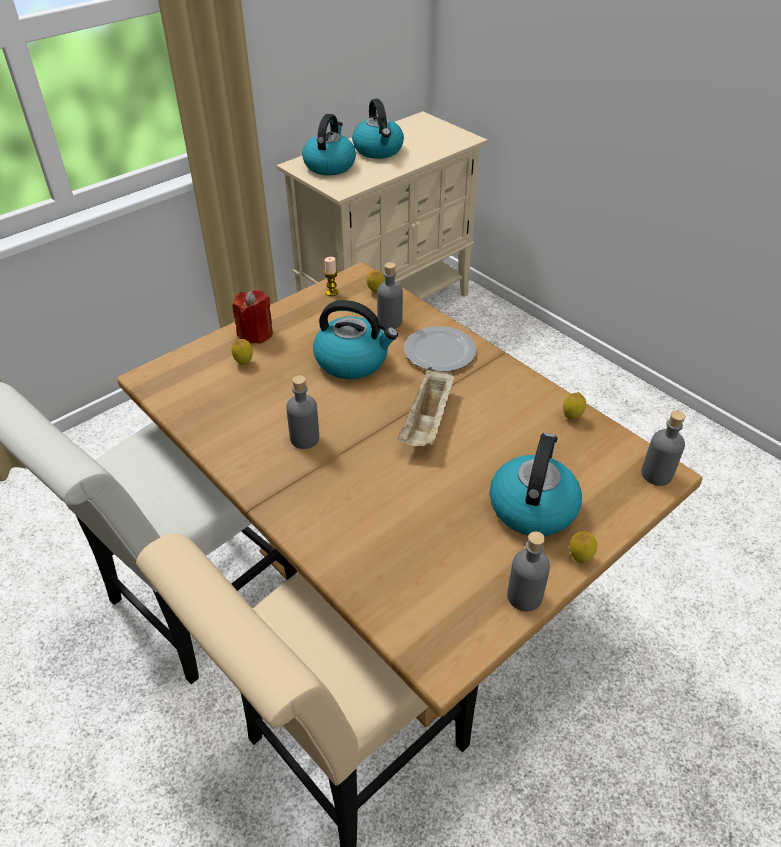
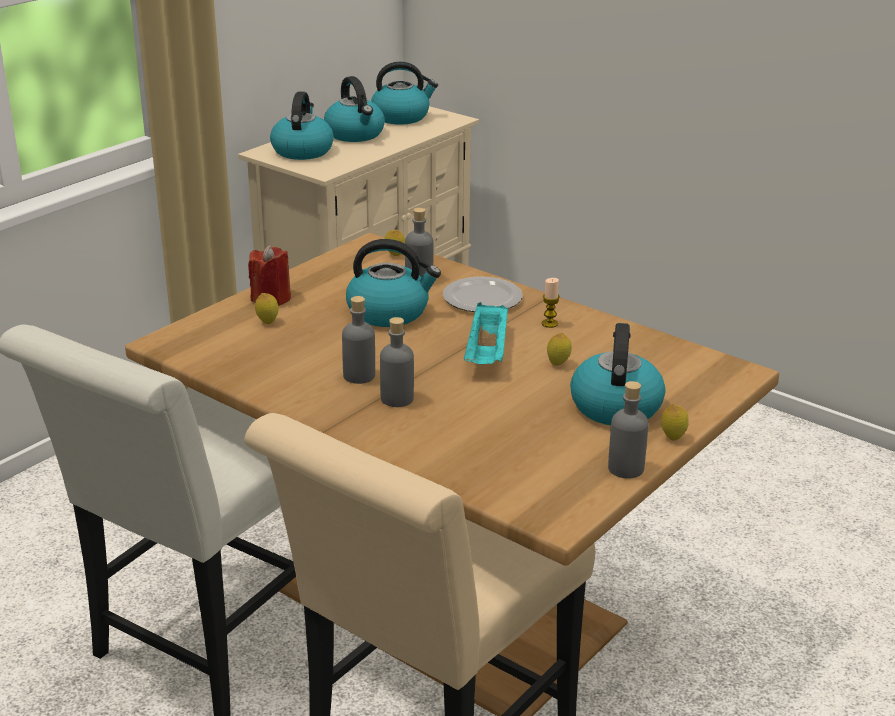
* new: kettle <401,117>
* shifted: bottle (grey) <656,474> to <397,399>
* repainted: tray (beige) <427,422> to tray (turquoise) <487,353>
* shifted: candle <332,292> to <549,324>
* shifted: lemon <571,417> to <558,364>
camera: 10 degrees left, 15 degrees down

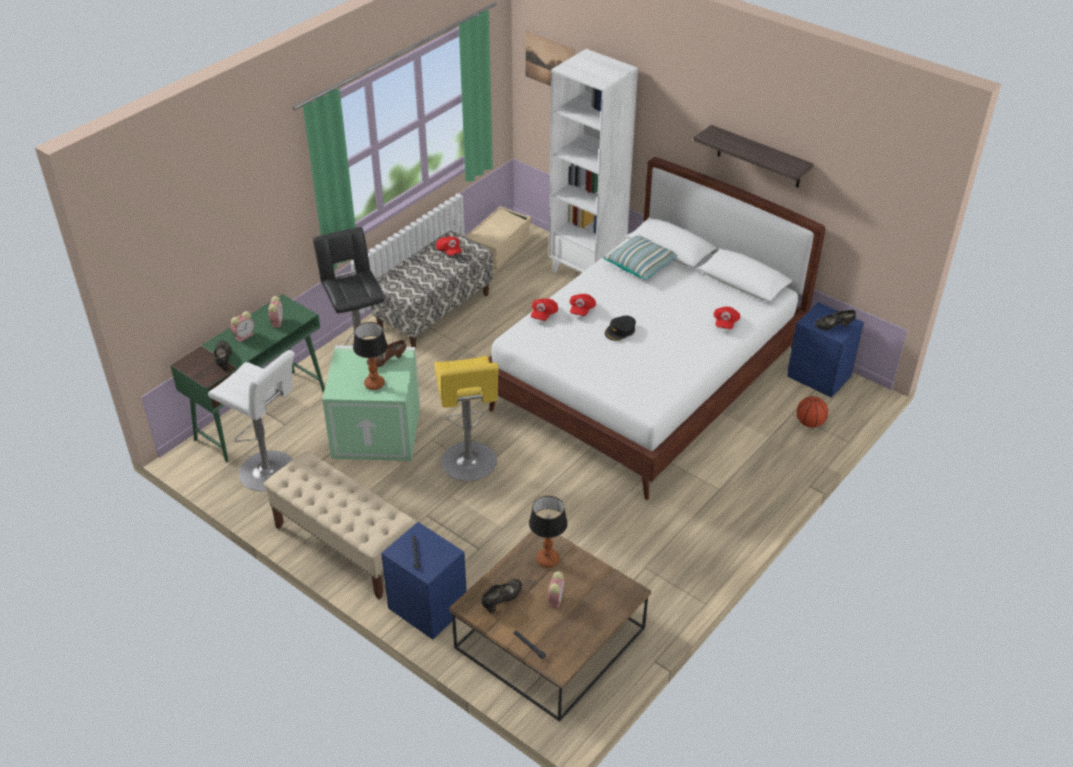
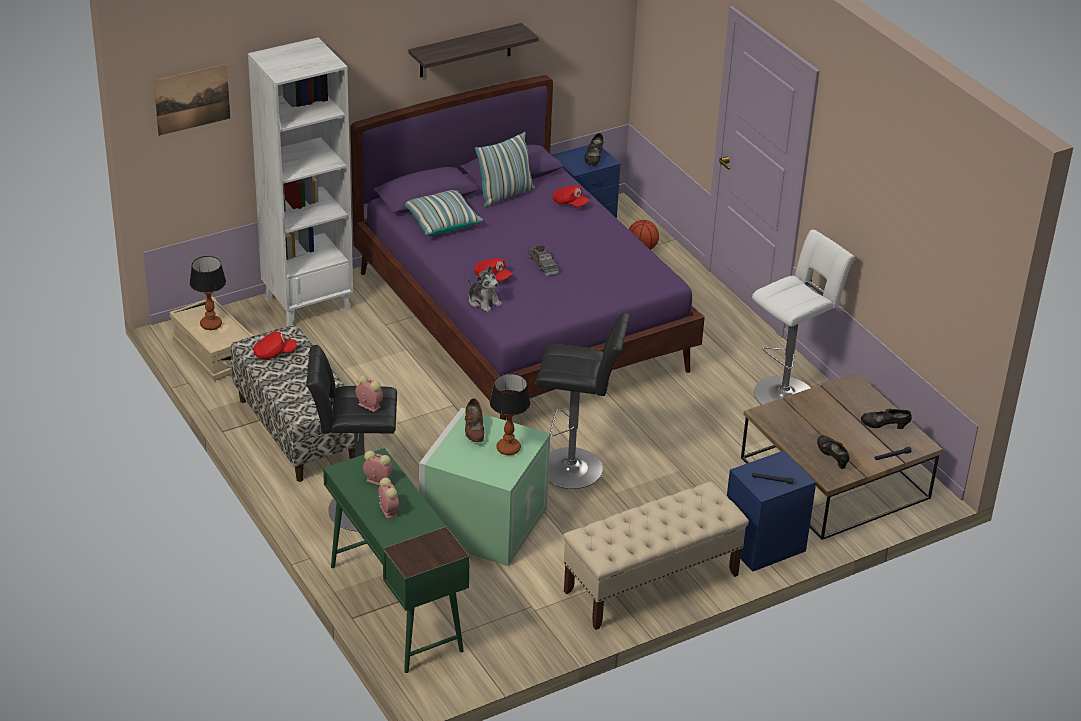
* shifted: table lamp <548,560> to <211,324>
* repainted: bed (white) <647,381> to bed (purple) <521,321>
* shifted: alarm clock <555,598> to <368,405>
* swapped: cap (red) <543,314> to plush toy <483,302>
* new: pillow <505,195>
* swapped: cap (black) <620,331> to toy car (grey) <543,264>
* repainted: stool (yellow) <469,464> to stool (black) <576,468>
* shifted: stool (white) <270,472> to <787,393>
* shifted: shoe (black) <224,360> to <884,426>
camera: 70 degrees left, 5 degrees down

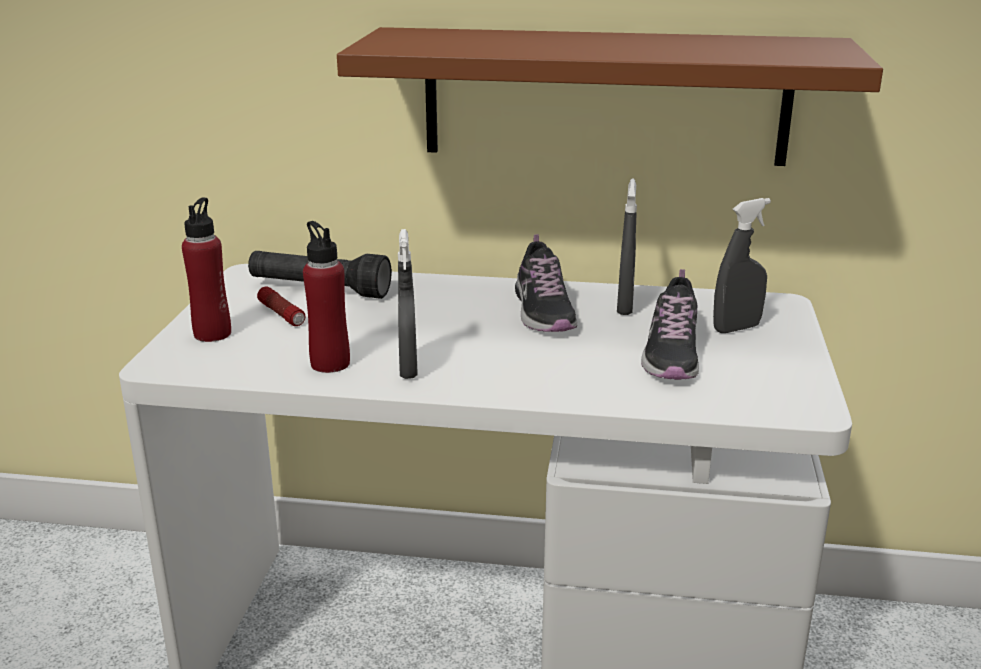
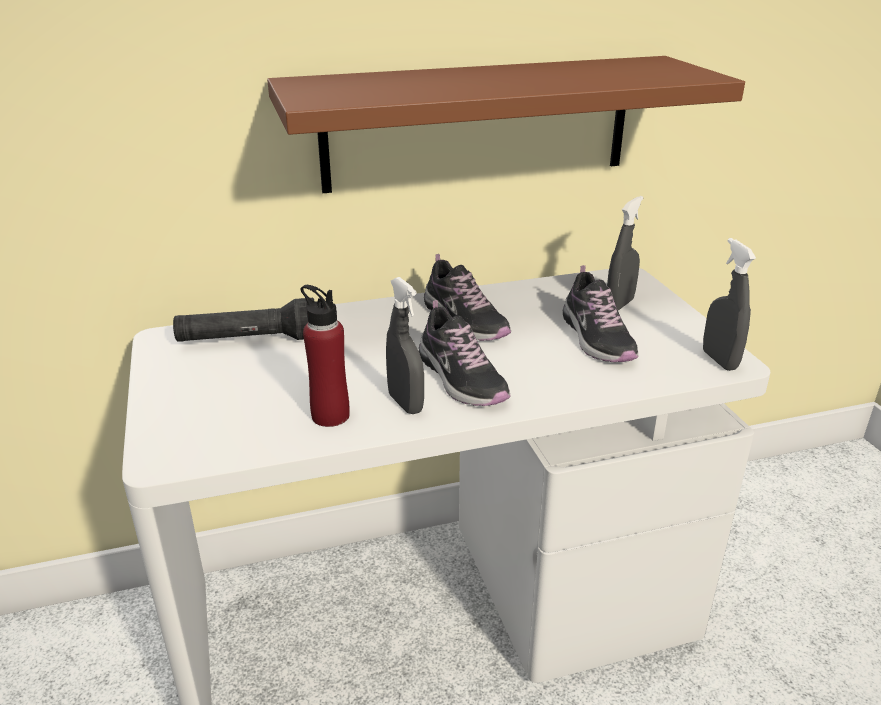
* new: shoe <461,378>
* shifted: spray bottle (grey) <624,307> to <719,360>
* gone: bottle (red) <212,333>
* gone: flashlight <282,315>
camera: 25 degrees left, 5 degrees up

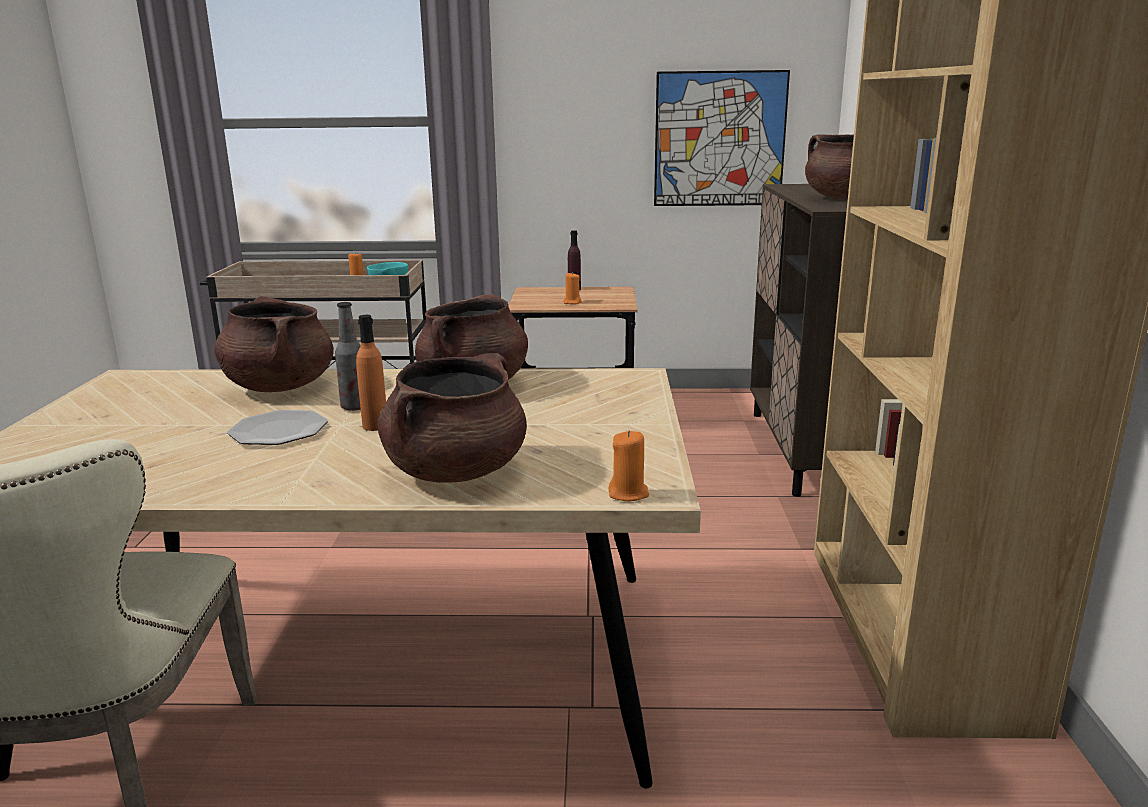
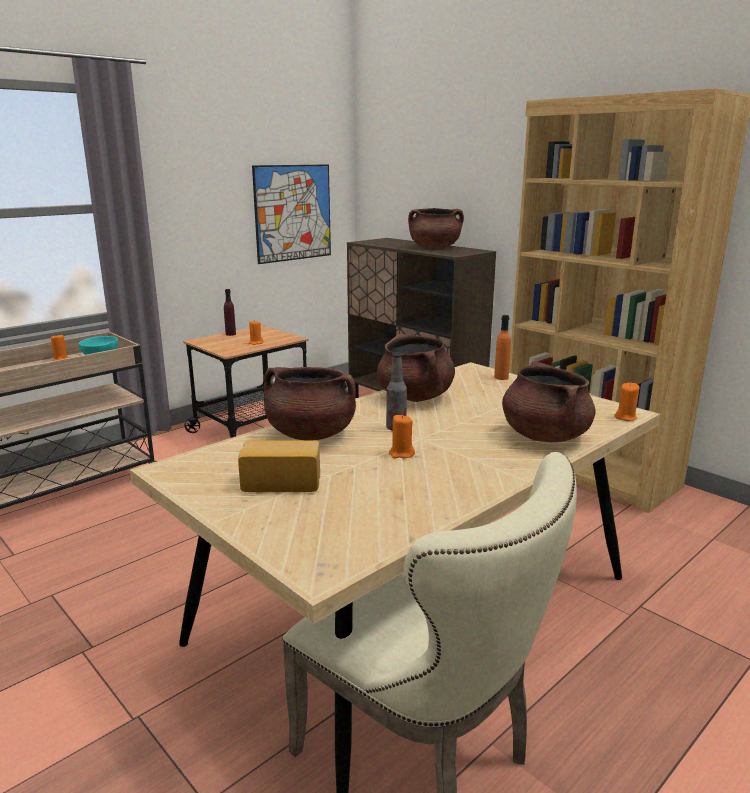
* new: bread <282,482>
* swapped: plate <279,430> to candle (orange) <401,454>
* shifted: bottle (orange) <375,426> to <501,377>
camera: 45 degrees left, 0 degrees up

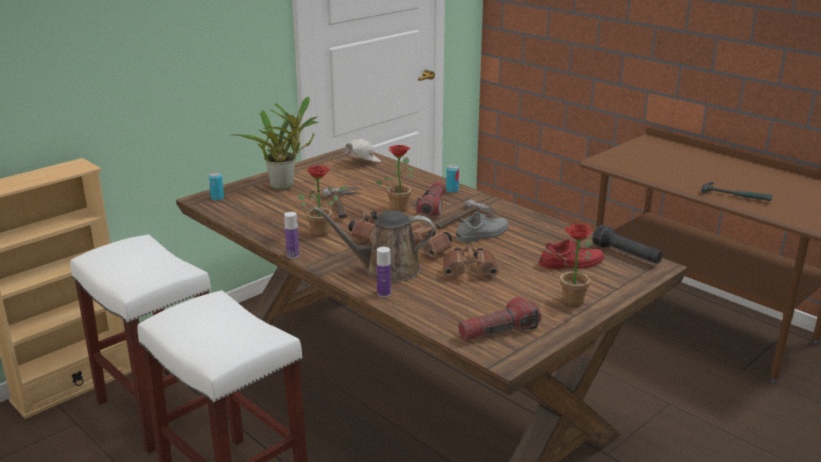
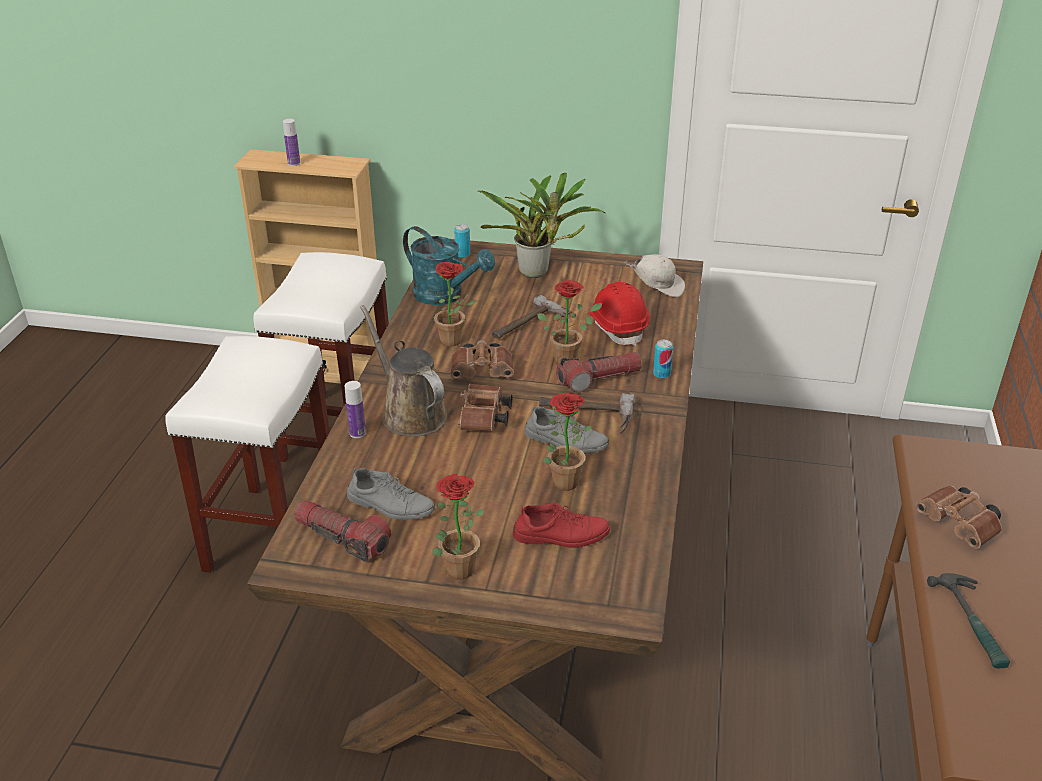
* shifted: bottle <293,255> to <294,163>
* new: shoe (grey) <390,505>
* new: watering can (turquoise) <445,296>
* rotated: shoe (red) <571,263> = <561,535> 45 degrees counterclockwise
* new: potted plant <562,479>
* new: hard hat (red) <617,327>
* shifted: binoculars (brown) <471,272> to <959,527>
* gone: flashlight (black) <626,255>
camera: 55 degrees right, 10 degrees up

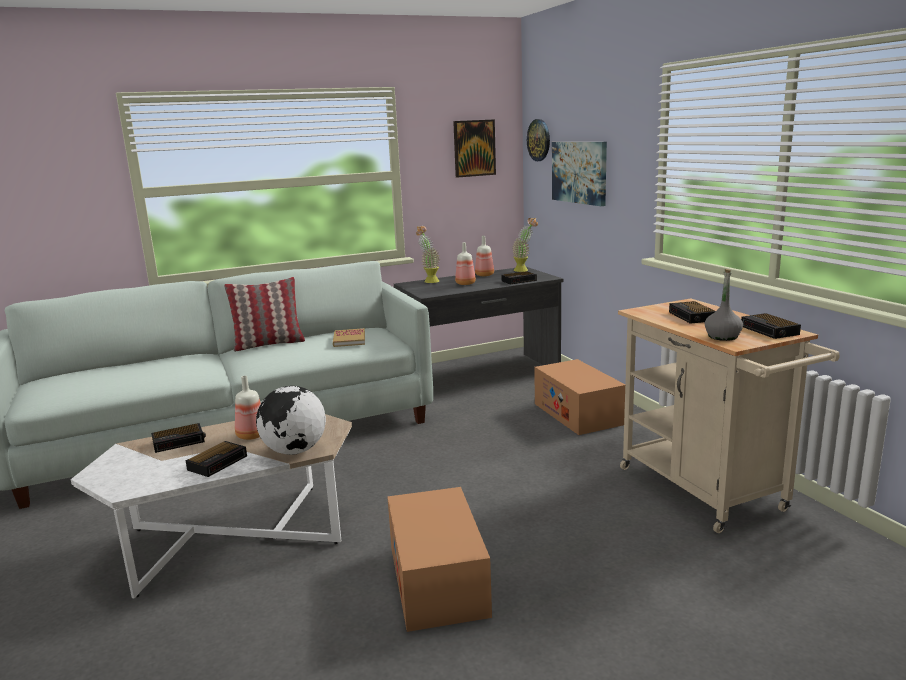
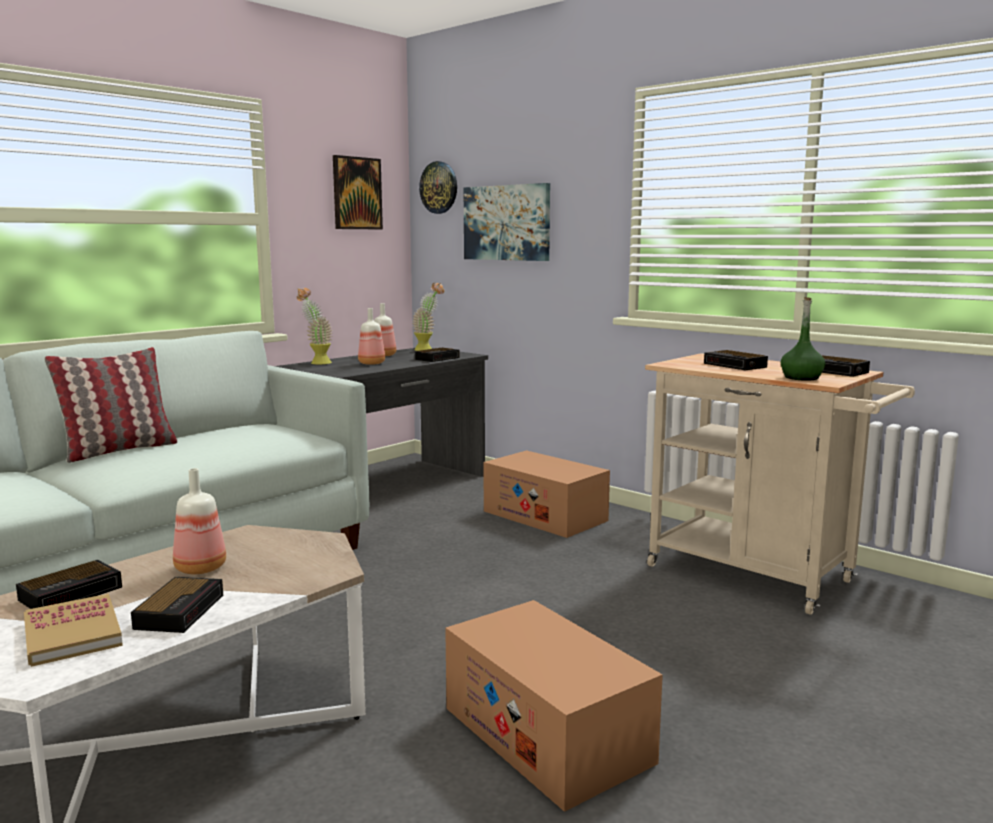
* shifted: book <349,339> to <72,633>
* repainted: bottle (grey) <722,337> to bottle (green) <801,378>
* gone: globe <294,451>
camera: 25 degrees left, 5 degrees down

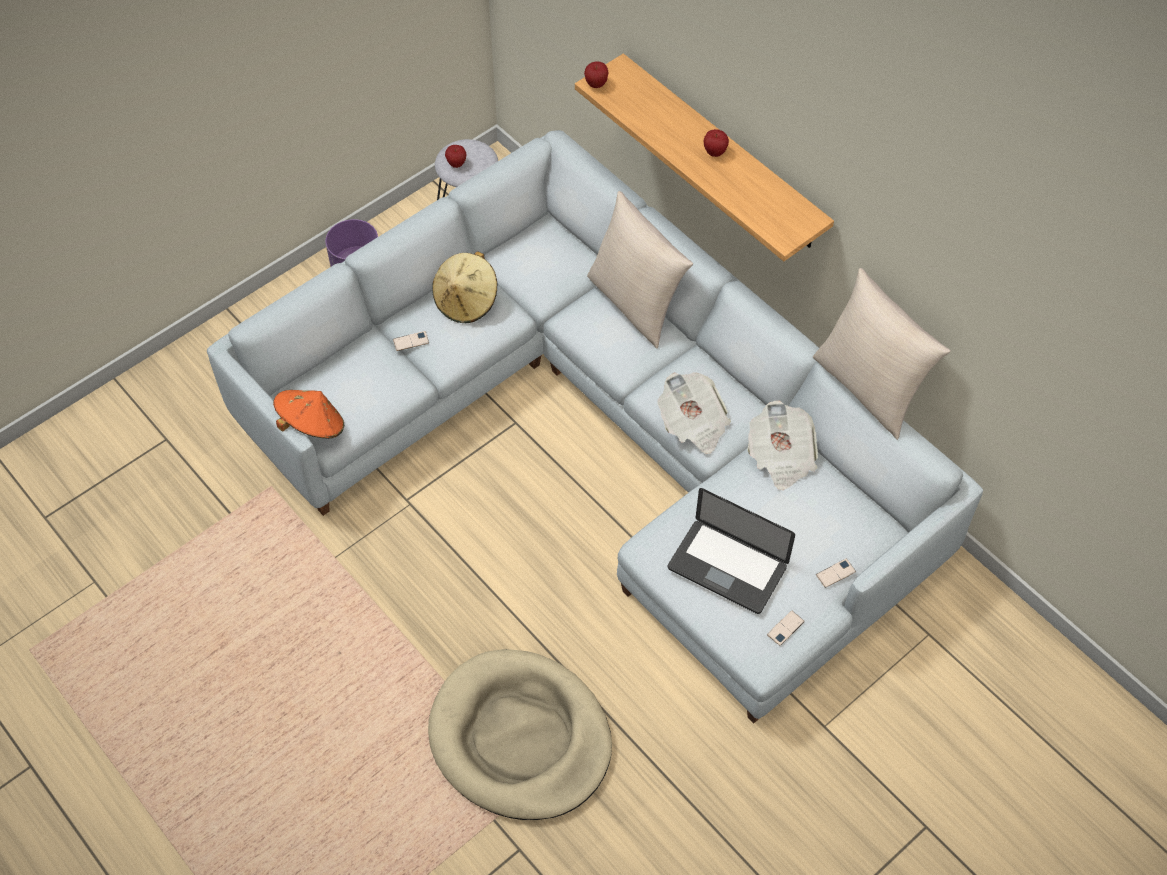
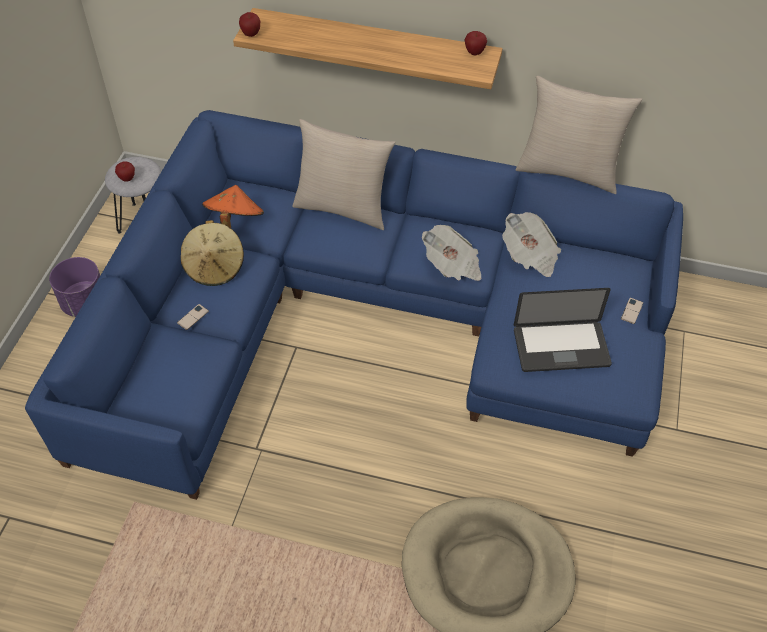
* repainted: sofa (grey) <606,433> to sofa (blue) <368,319>
* shifted: hat (orange) <312,427> to <234,221>
* shifted: apple <715,152> to <474,52>
* gone: phone <785,628>
camera: 35 degrees left, 5 degrees down

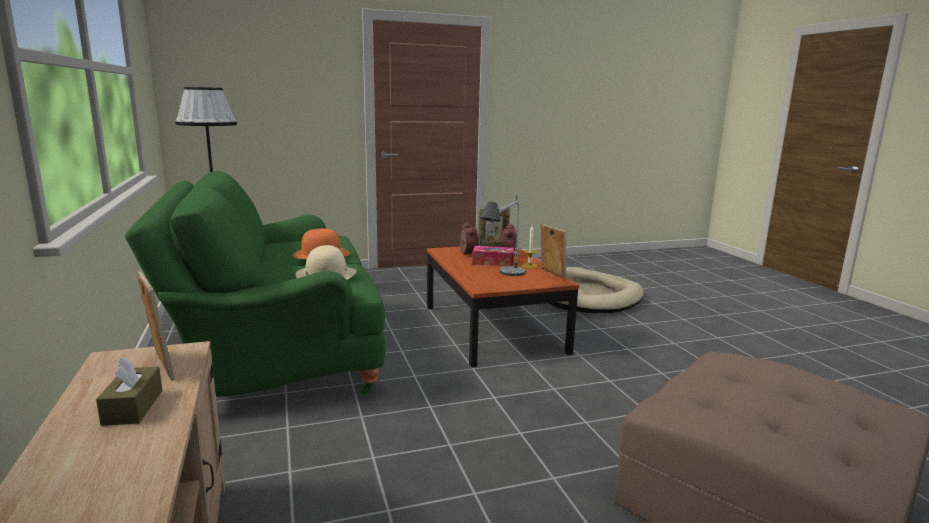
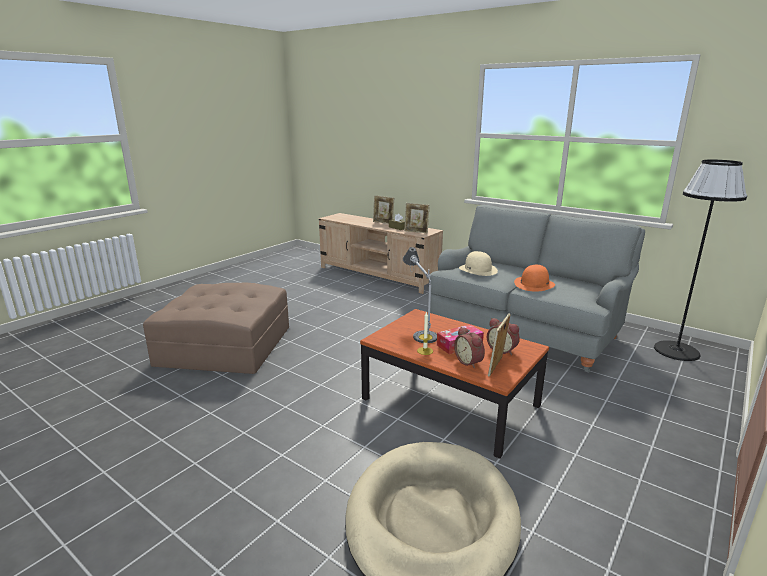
* shifted: picture frame <551,274> to <383,223>
* repainted: sofa (green) <274,352> to sofa (grey) <526,330>
camera: 145 degrees right, 5 degrees up

